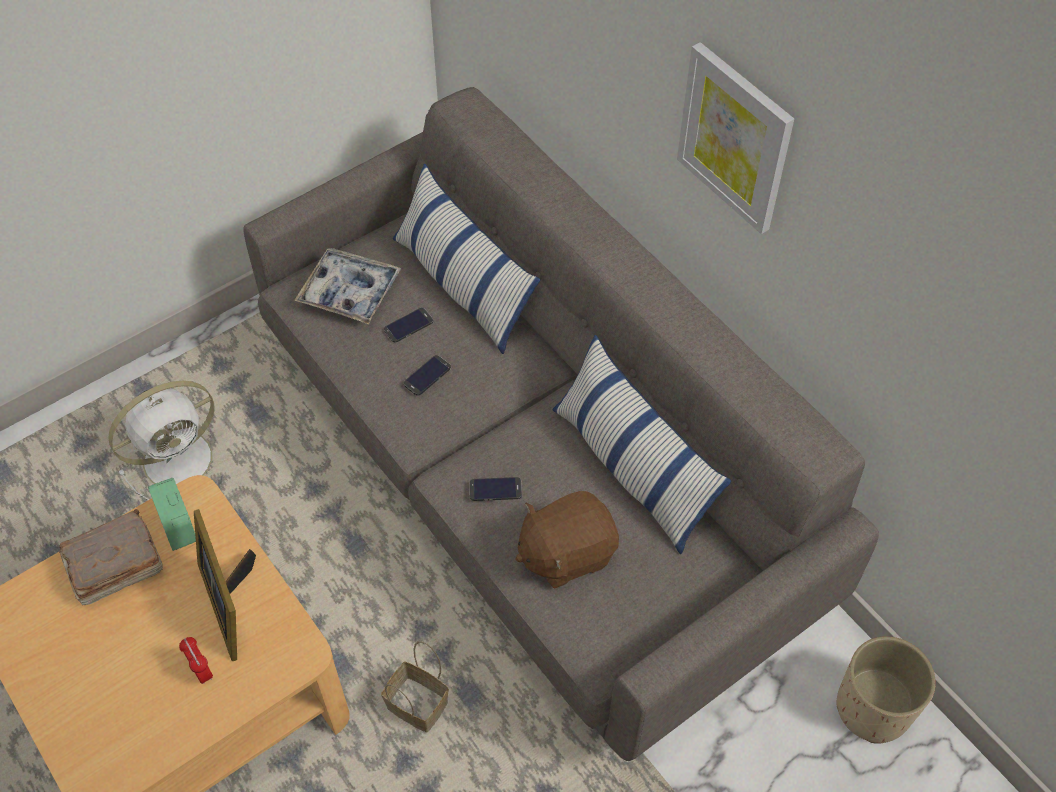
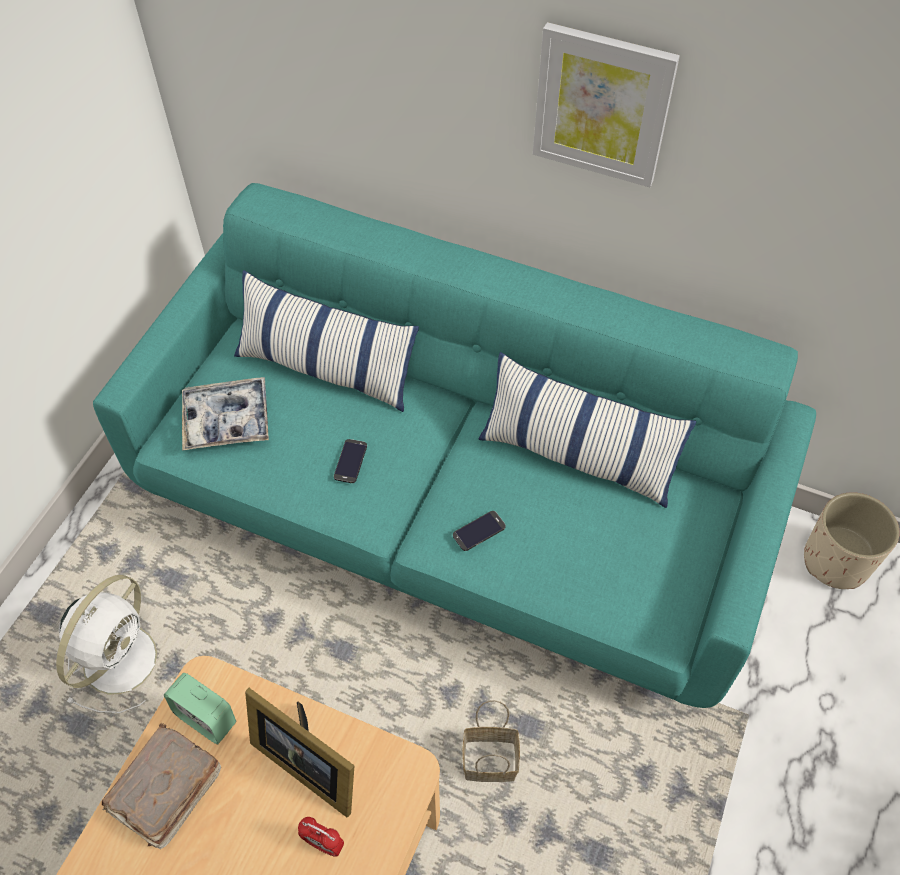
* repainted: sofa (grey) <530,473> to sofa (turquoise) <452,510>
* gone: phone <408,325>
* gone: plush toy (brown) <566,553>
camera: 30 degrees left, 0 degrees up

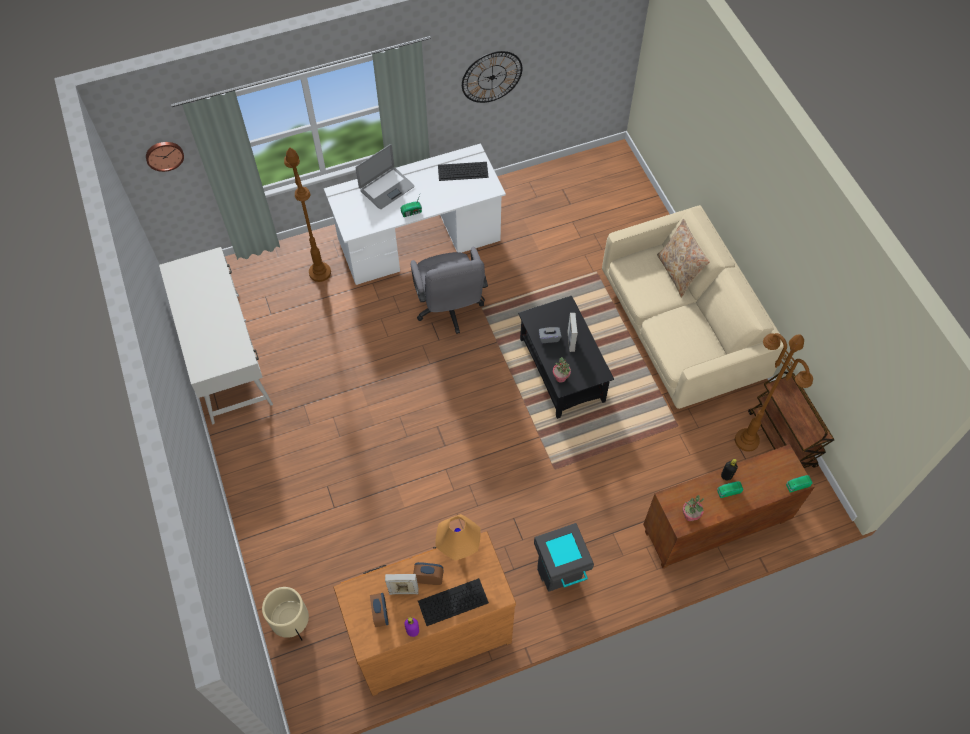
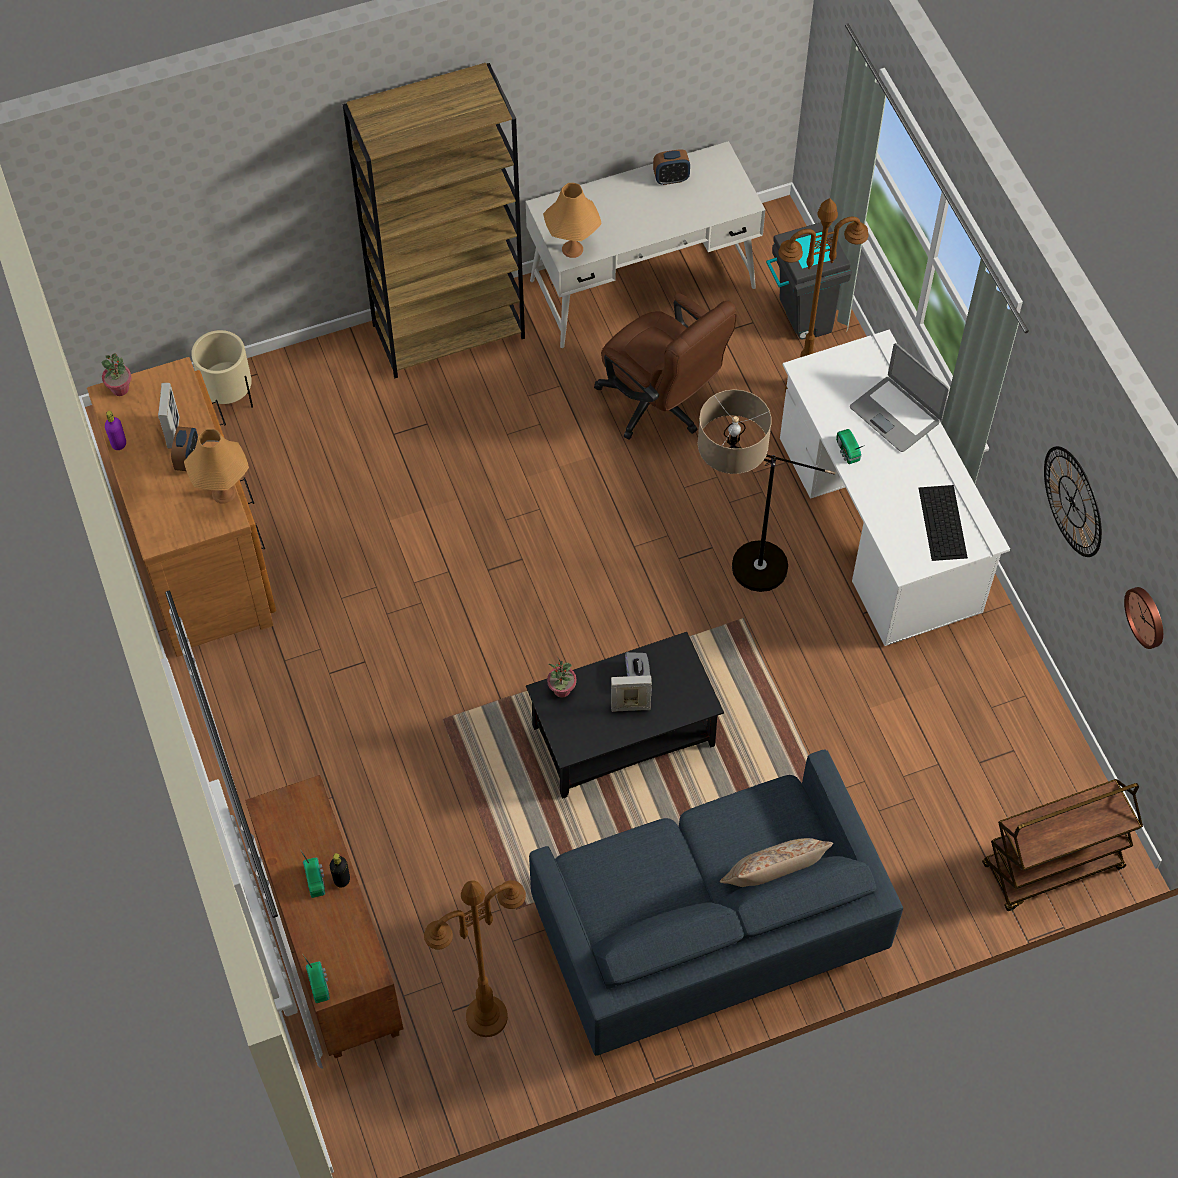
* shifted: potted plant <690,515> to <120,389>
* new: bookcase (brown) <449,331>
* repainted: sofa (beige) <680,330> to sofa (blue) <707,929>
* new: table lamp (orange) <572,249>
* new: office chair (brown) <661,405>
* shifted: alarm clock <380,614> to <671,178>
* swapped: office chair (grey) <450,310> to floor lamp <737,572>
* shifted: trash can (grey) <559,580> to <800,322>
* shifted: cart (brown) <782,440> to <1052,868>
* shifted: wall clock <164,155> to <1147,616>
* gone: keyboard <452,602>
camera: 90 degrees right, 0 degrees up

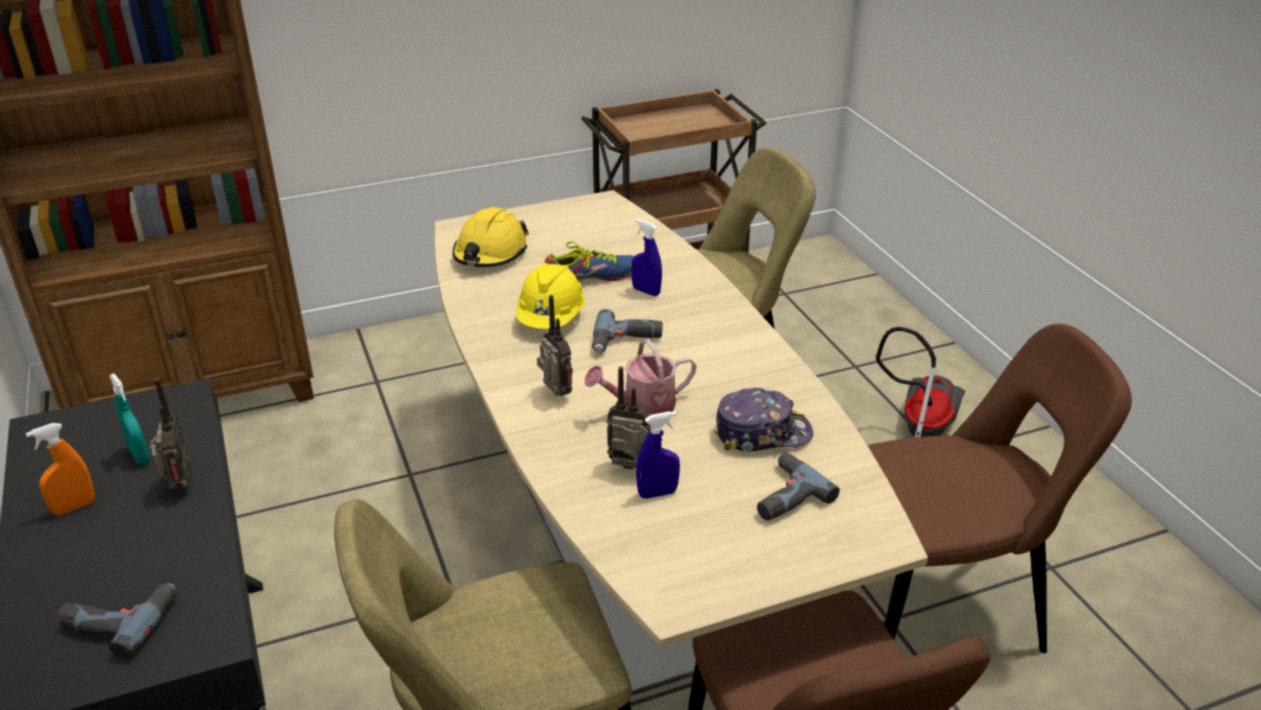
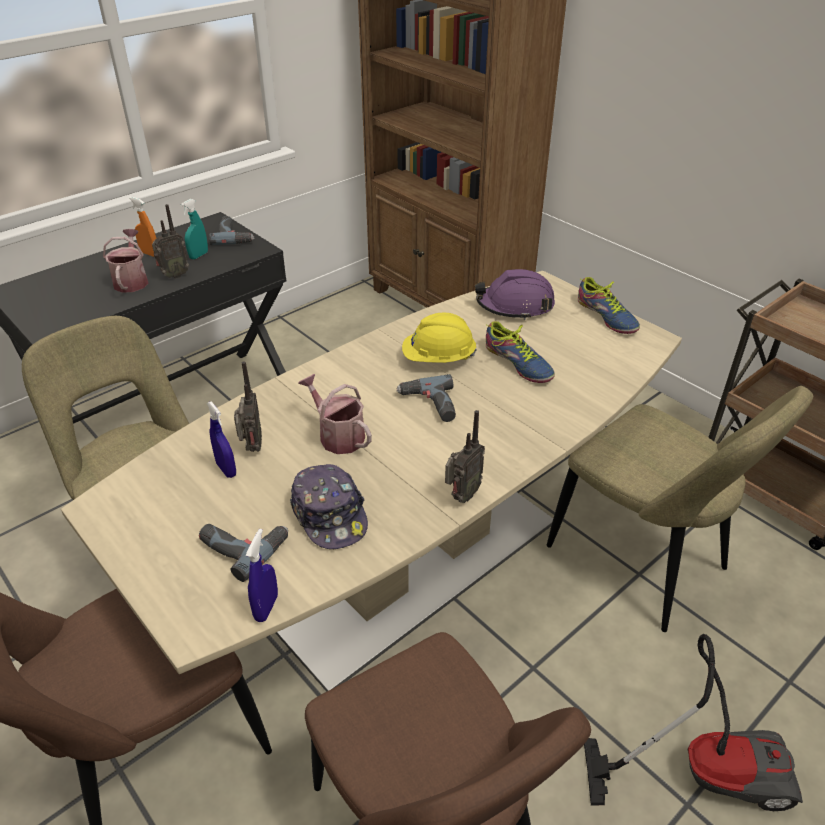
* new: watering can <132,280>
* shifted: power drill <119,619> to <234,236>
* shifted: spray bottle (blue) <646,291> to <266,607>
* shifted: radio <555,395> to <461,496>
* repainted: hard hat (yellow) <490,253> to hard hat (purple) <515,306>
* new: shoe <607,316>
camera: 70 degrees right, 5 degrees up

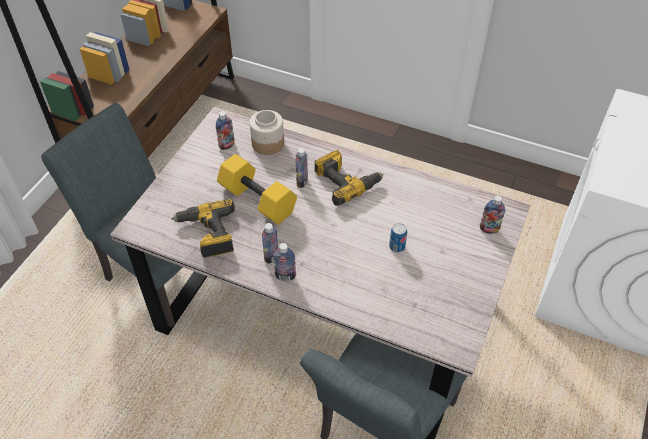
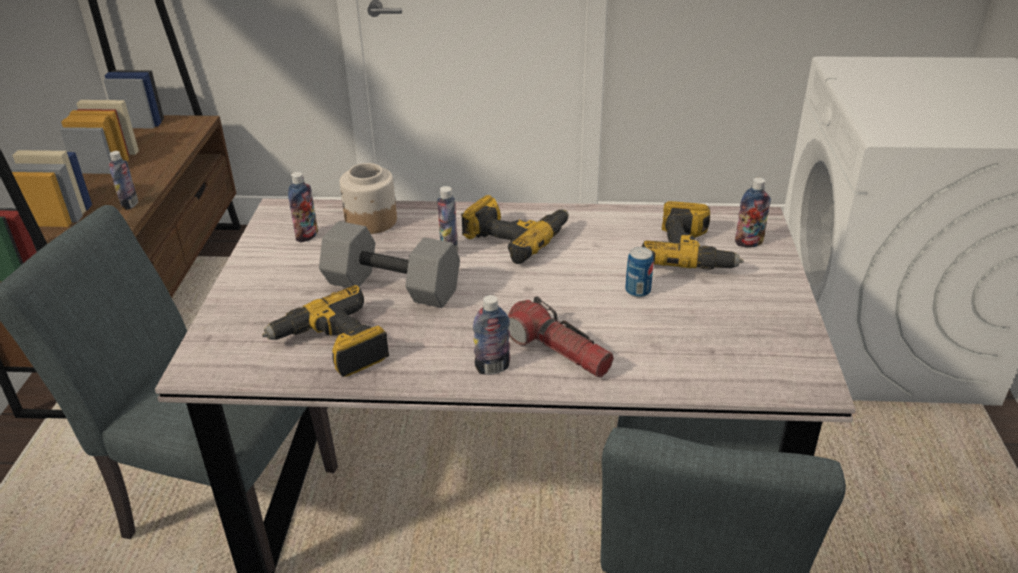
* shifted: bottle <271,256> to <130,204>
* repainted: dumbbell (yellow) <256,200> to dumbbell (grey) <390,288>
* new: flashlight <558,351>
* new: power drill <690,252>
camera: 20 degrees left, 15 degrees down

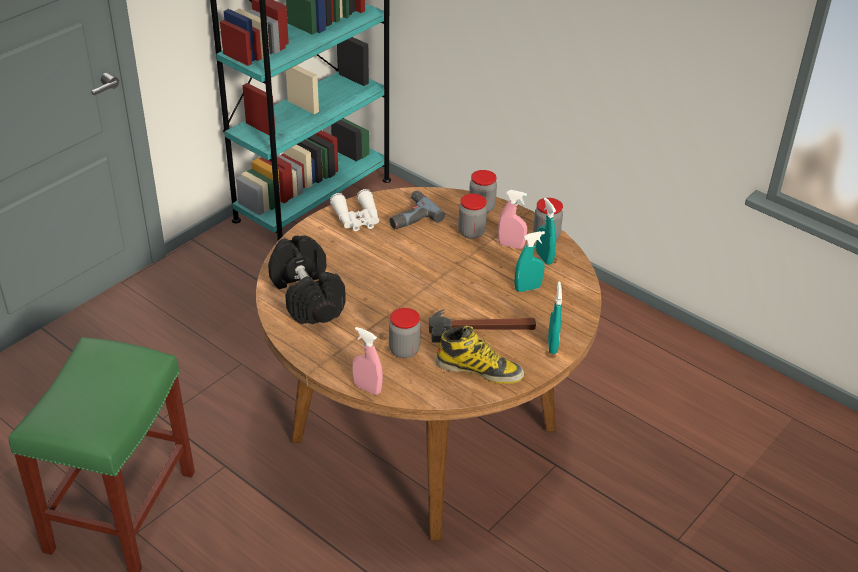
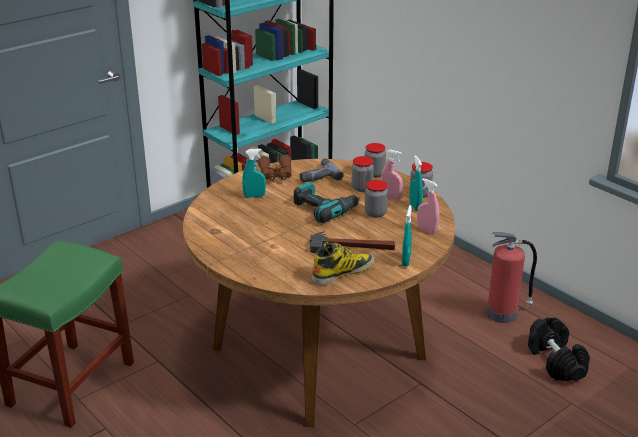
* shifted: spray bottle (turquoise) <527,288> to <254,196>
* repainted: binoculars (white) <357,219> to binoculars (brown) <276,175>
* new: power drill <324,209>
* rotated: boot <479,369> = <343,272> 60 degrees counterclockwise
* shifted: jar <404,350> to <375,213>
* shifted: spray bottle (pink) <367,388> to <427,230>
* new: fire extinguisher <503,313>
* shifted: dumbbell (black) <306,296> to <555,361>
camera: 10 degrees right, 10 degrees down

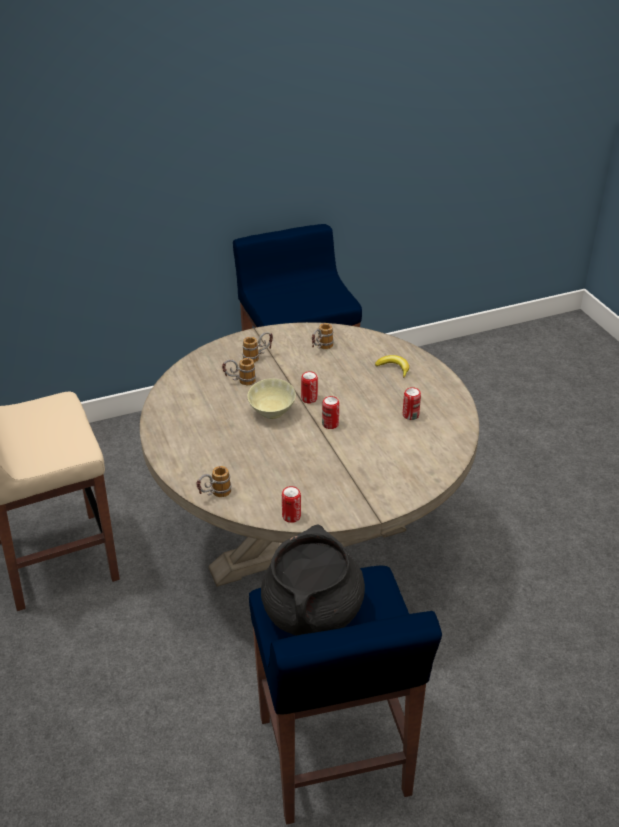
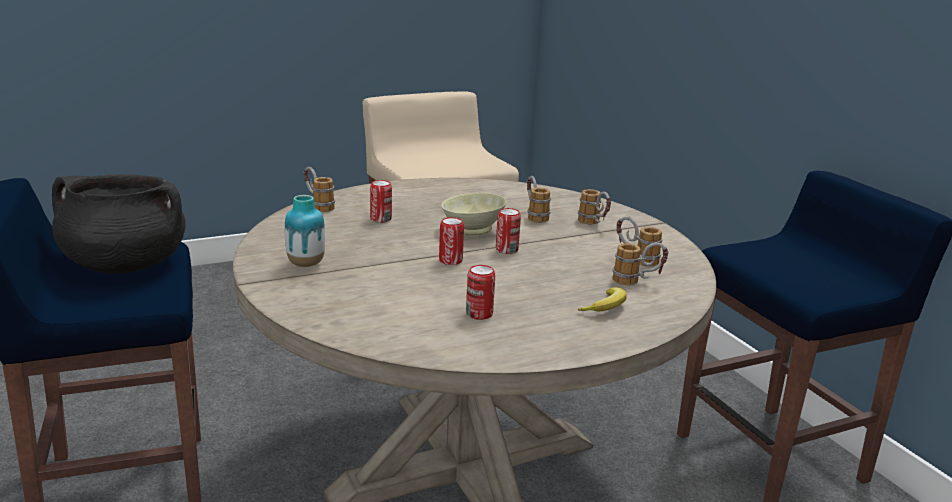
* new: vase <306,264>
* shifted: can <291,516> to <381,219>
* new: mug <637,281>
camera: 85 degrees right, 15 degrees down

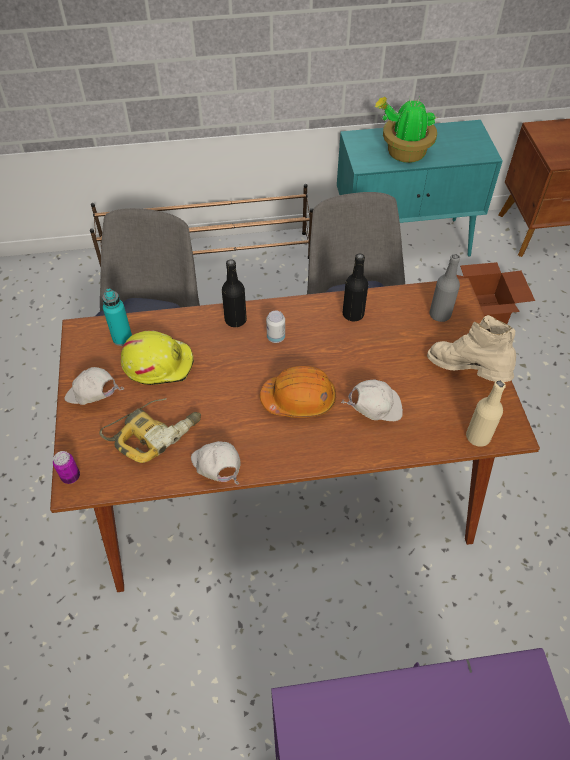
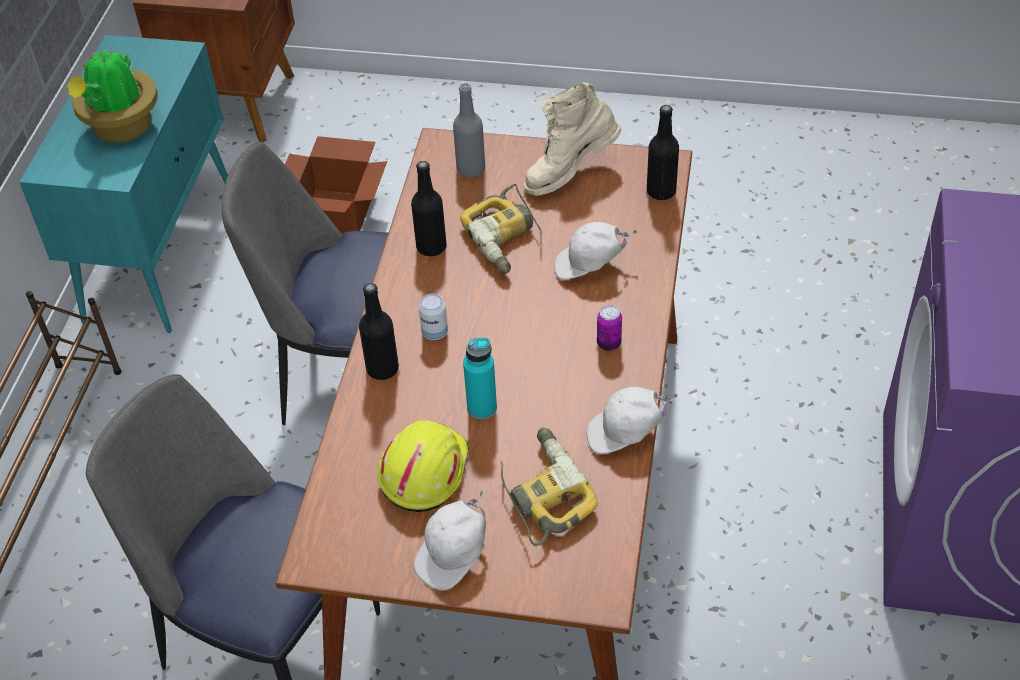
* new: power drill <506,238>
* shifted: bottle (turquoise) <122,338> to <482,408>
* rotated: cap (white) <374,409> = <590,266> 105 degrees counterclockwise
* shifted: can <70,476> to <609,343>
* repainted: bottle (beige) <478,437> to bottle (black) <661,191>
* gone: hard hat (orange) <299,399>
camera: 70 degrees left, 5 degrees down

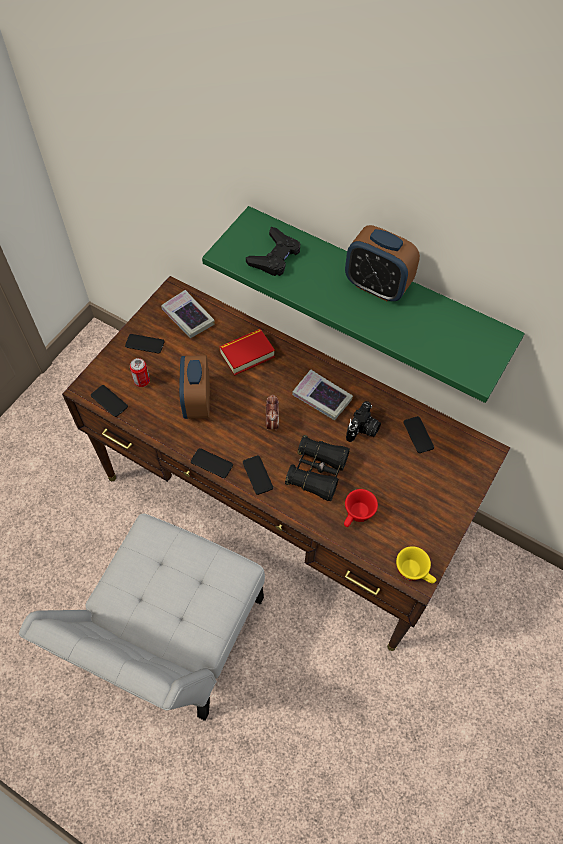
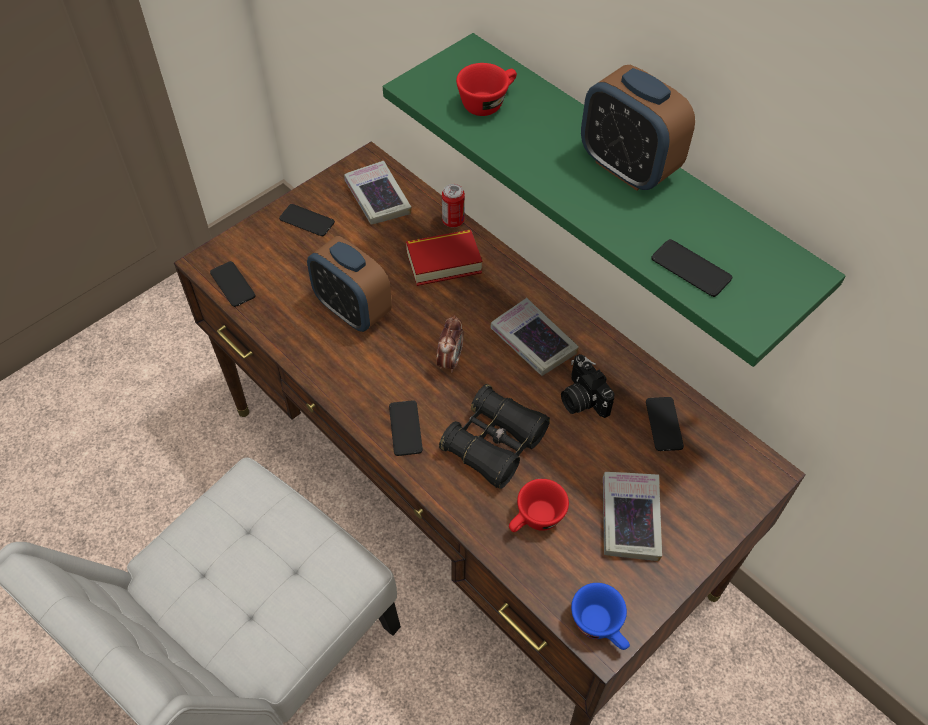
* rotated: alarm clock <197,402> = <352,310> 60 degrees counterclockwise
* shifted: can <142,381> to <453,221>
* swapped: game controller (black) <275,257> to cup (red) <487,102>
* rotated: photo camera <363,430> = <581,399> 105 degrees clockwise
* repainted: cup (yellow) <414,572> to cup (blue) <601,626>
* new: book <630,518>
* shifted: phone <211,463> to <691,268>
camera: 15 degrees right, 5 degrees down

